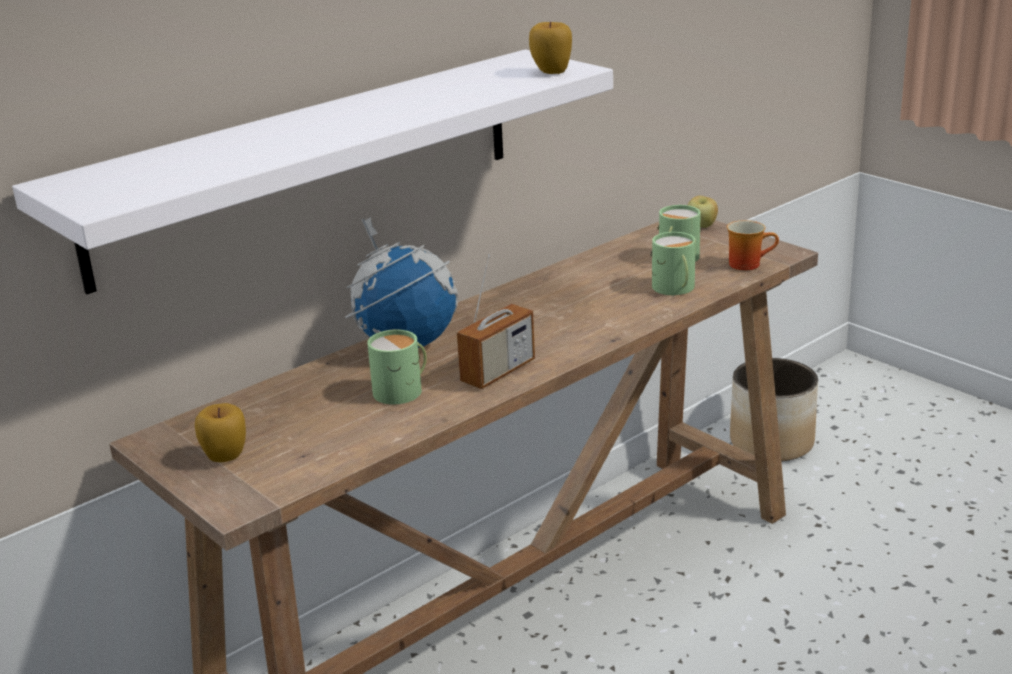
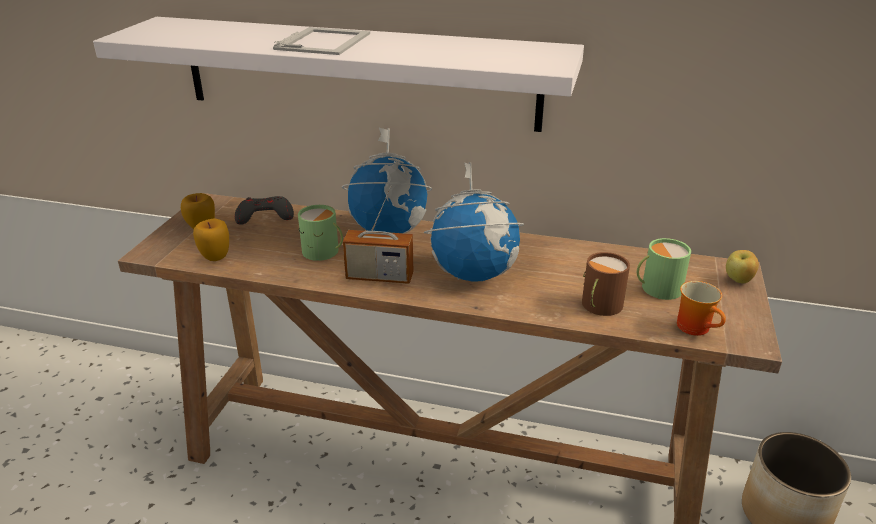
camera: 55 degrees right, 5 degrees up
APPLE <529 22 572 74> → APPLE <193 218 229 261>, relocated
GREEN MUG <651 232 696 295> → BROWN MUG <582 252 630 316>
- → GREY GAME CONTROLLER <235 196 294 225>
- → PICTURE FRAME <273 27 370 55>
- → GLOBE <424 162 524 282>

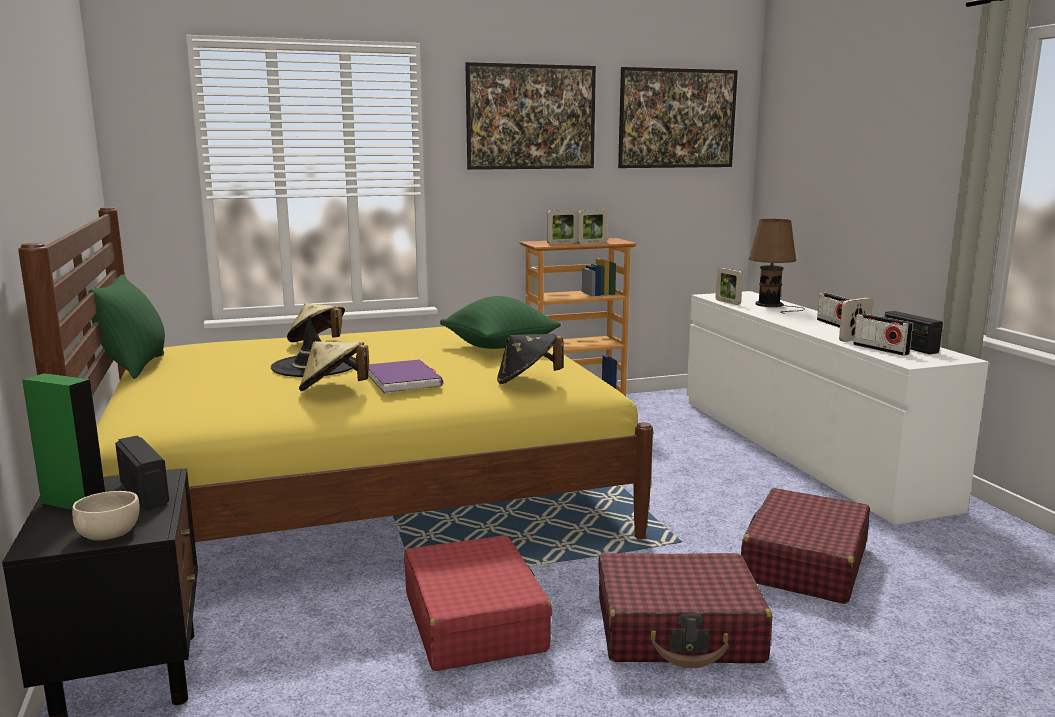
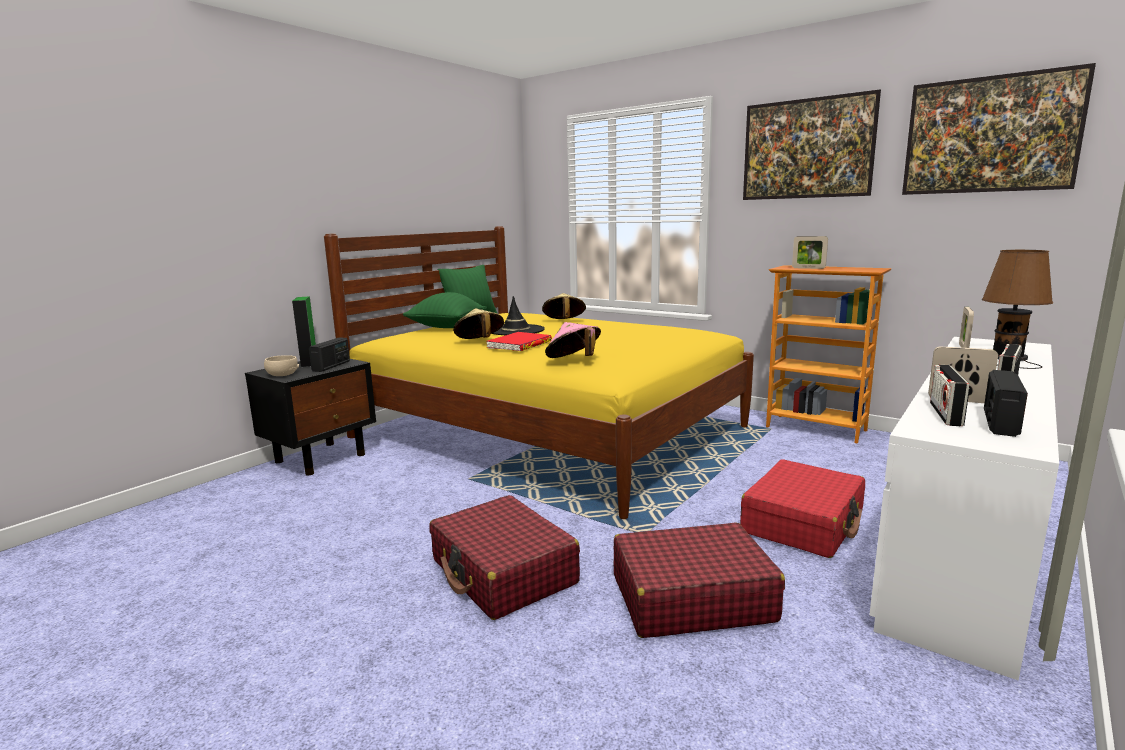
camera: 55 degrees right, 0 degrees up
PURPLE BOOK <368 359 443 394> → RED BOOK <486 332 552 351>
RED SUITCASE <404 535 552 671> → RED SUITCASE <740 459 865 558>, relocated
GREEN PILLOW <440 296 561 349> → GREEN PILLOW <403 292 487 328>, relocated
BLACK HAT <497 333 564 384> → PINK HAT <545 322 601 358>
PICTURE FRAME <577 209 608 244> → -

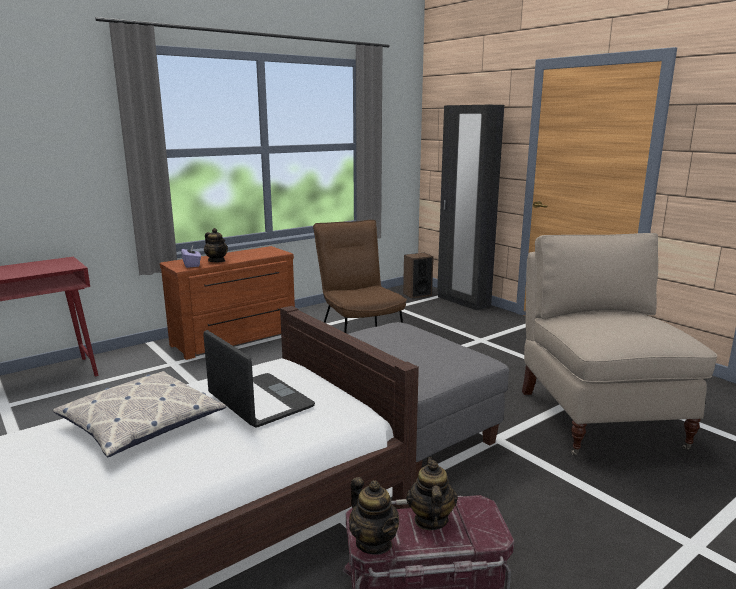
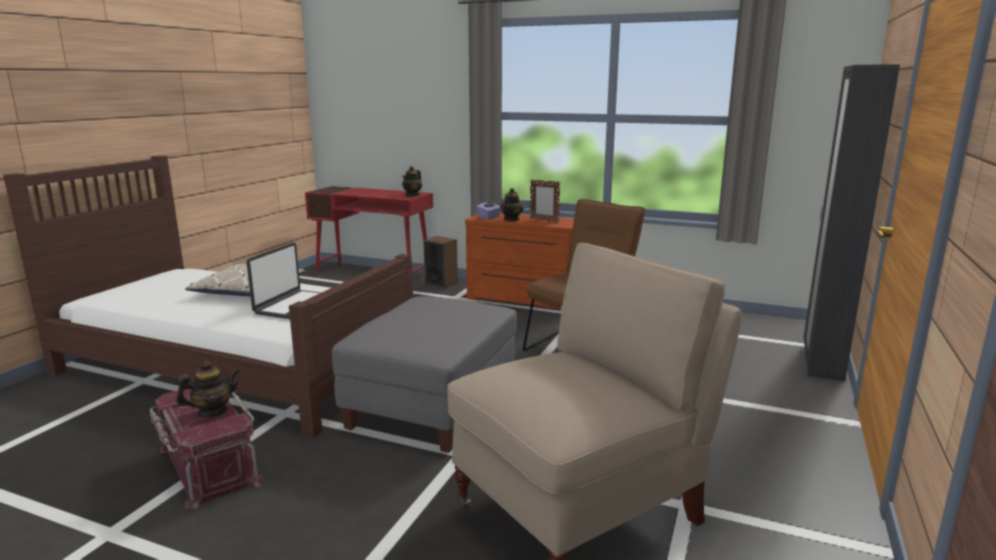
camera: 60 degrees right, 0 degrees up
TEAPOT <349 477 399 555> → TEAPOT <402 166 422 196>, relocated
SPEAKER <403 253 433 298> → SPEAKER <423 236 458 289>, relocated
- → PICTURE FRAME <530 180 560 222>

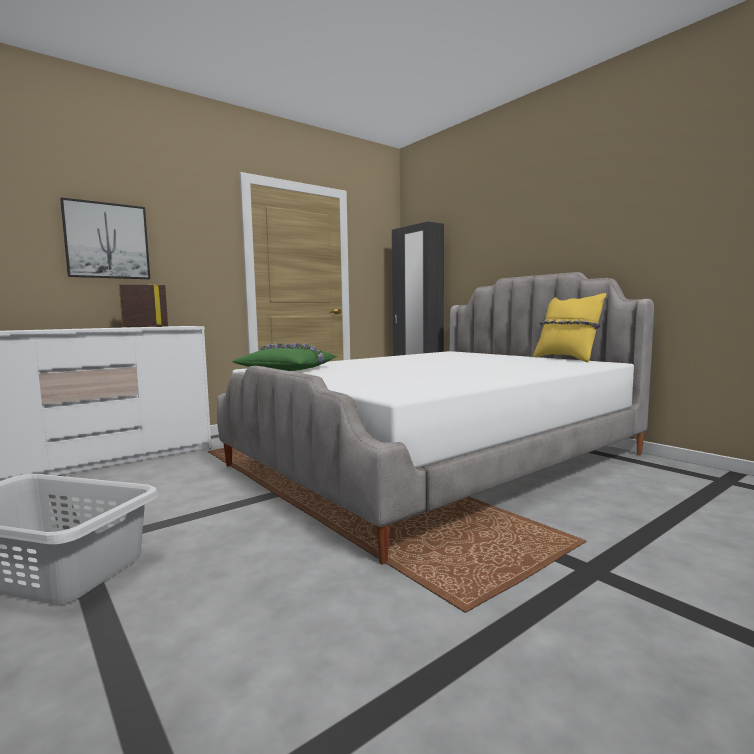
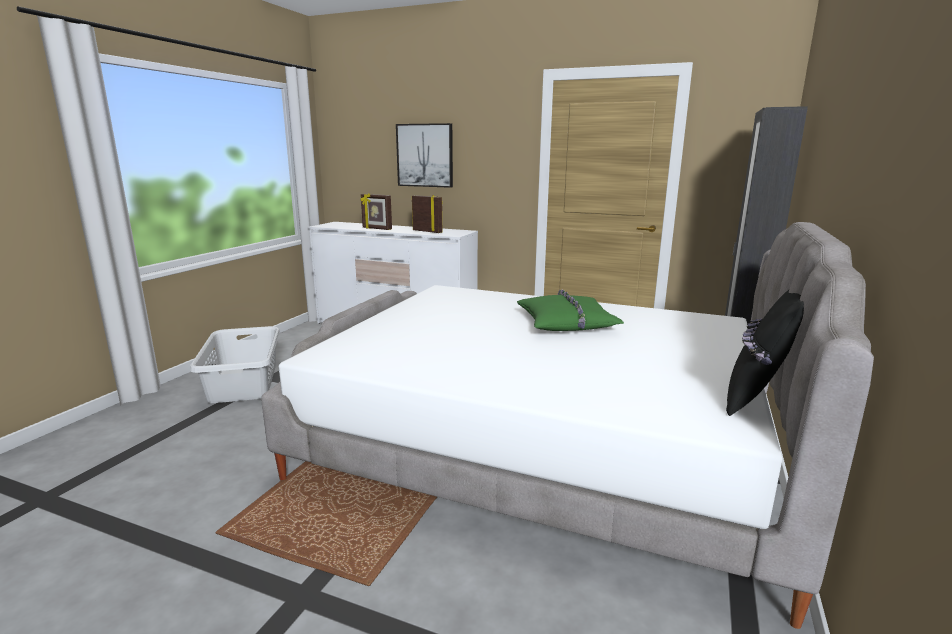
camera: 60 degrees right, 10 degrees up
GREEN PILLOW <232 343 337 371> → GREEN PILLOW <517 290 624 331>, relocated
YELLOW PILLOW <533 293 606 362> → BLACK PILLOW <726 290 804 416>
- → PICTURE FRAME <360 194 392 230>

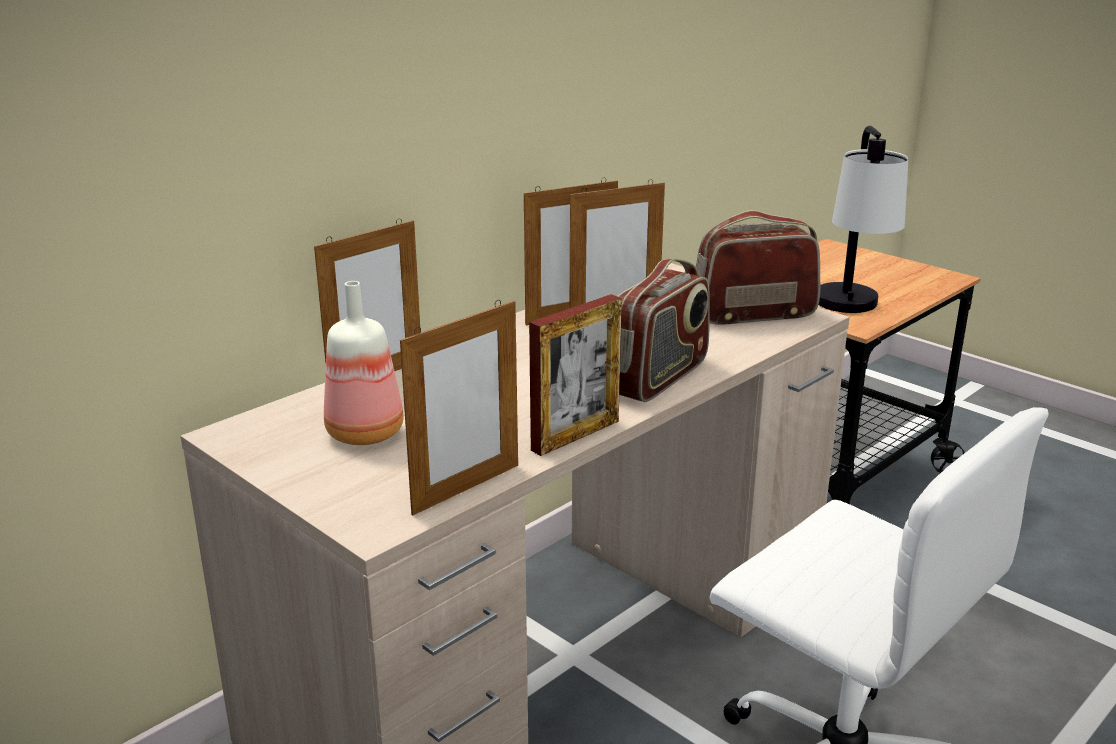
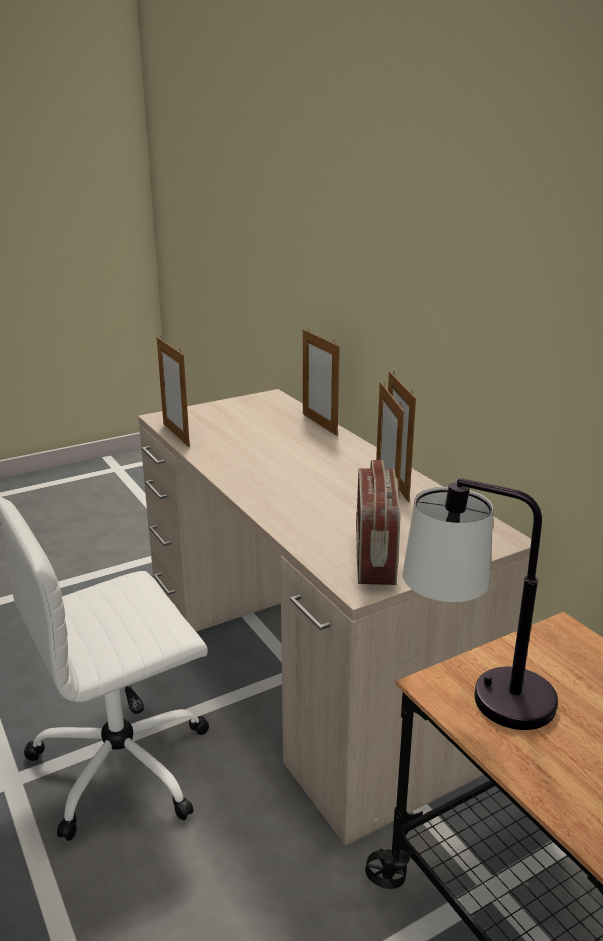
camera: 105 degrees right, 0 degrees up
BOTTLE <324 281 404 445> → -
PICTURE FRAME <529 294 622 456> → -
RADIO <617 259 710 402> → -

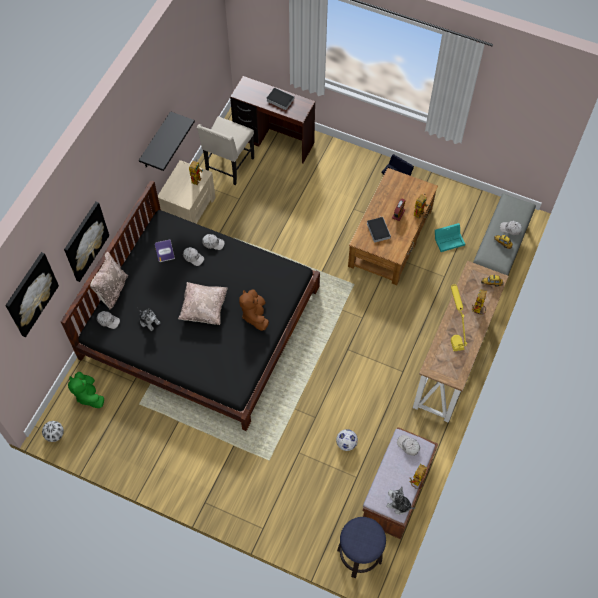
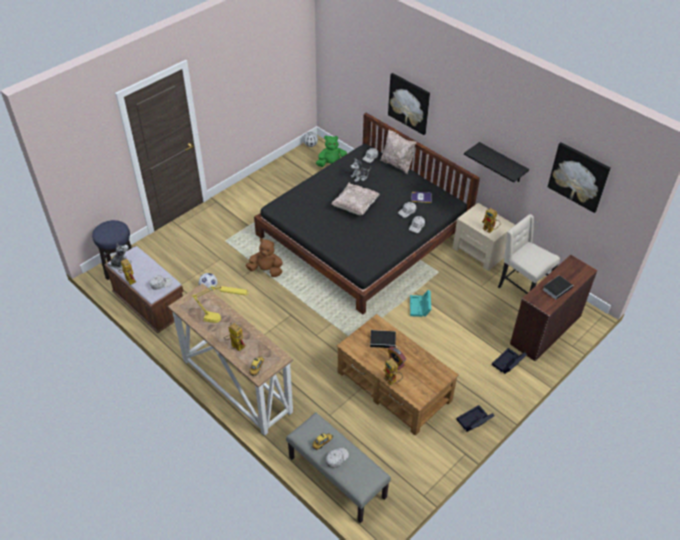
camera: 110 degrees right, 15 degrees down
PICTURE <5 252 59 337> → PICTURE <548 142 611 213>, relocated
BROWN PLUSH TOY <239 289 269 331> → BROWN PLUSH TOY <246 238 283 277>, relocated
TURQUOISE STORAGE BOX <435 223 465 252> → TURQUOISE STORAGE BOX <410 290 431 317>, relocated
- → BLACK STORAGE BOX <492 348 527 374>

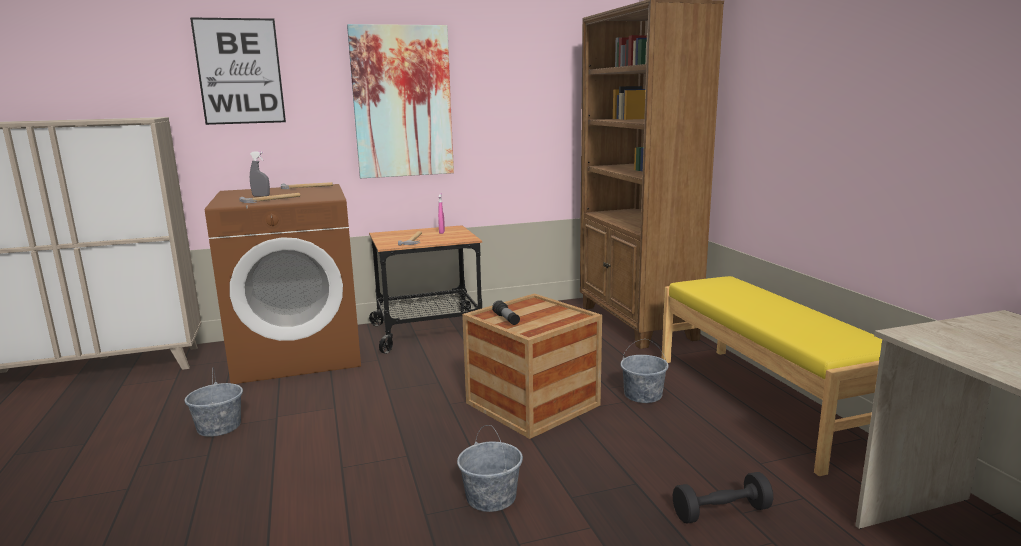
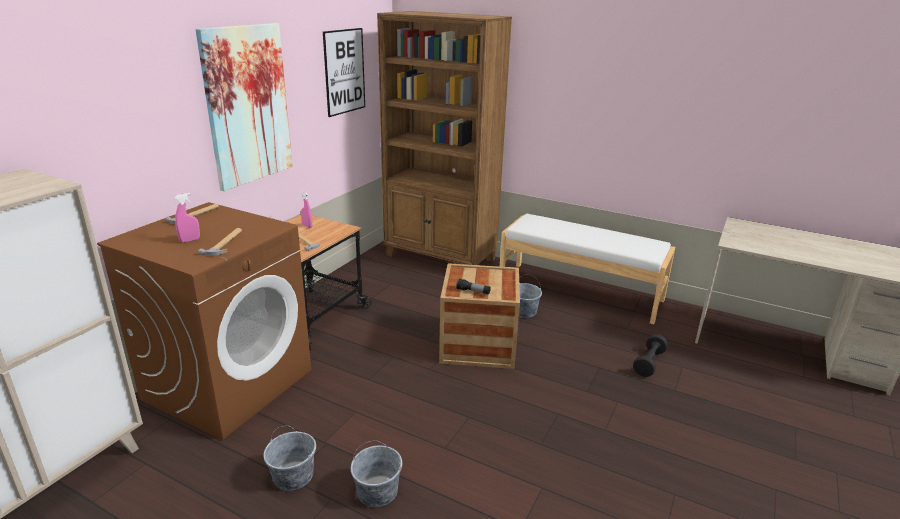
camera: 45 degrees left, 10 degrees up
PICTURE <190 17 286 125> → PICTURE <323 28 365 117>, relocated
GREY SPRAY BOTTLE <250 151 270 197> → PINK SPRAY BOTTLE <175 193 200 243>
GREY BUCKET <457 425 523 512> → GREY BUCKET <351 440 402 507>, relocated
YELLOW BENCH <662 276 882 476> → WHITE BENCH <500 214 675 324>

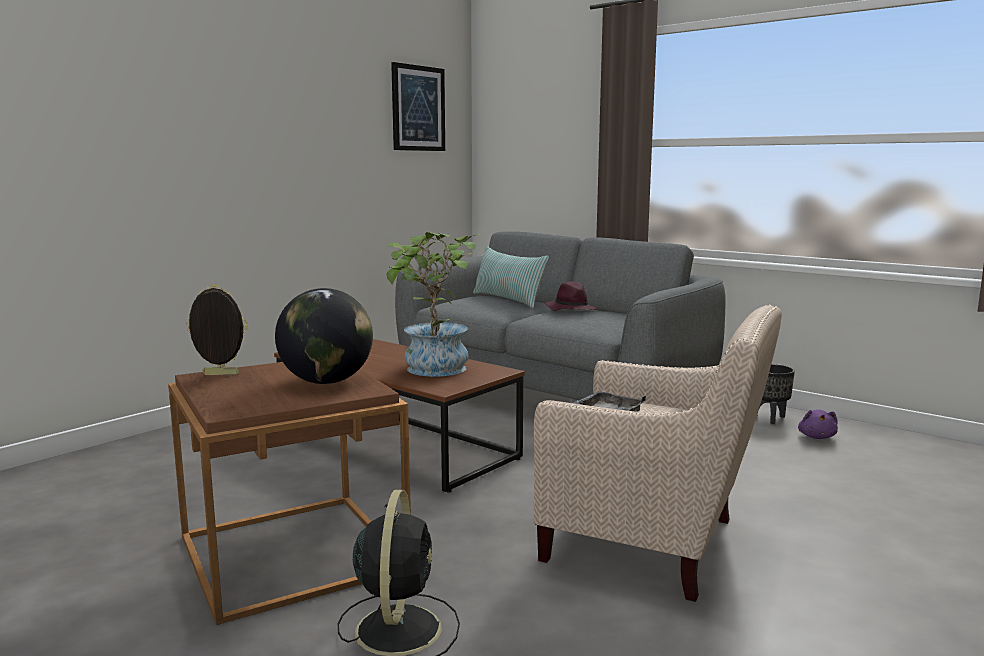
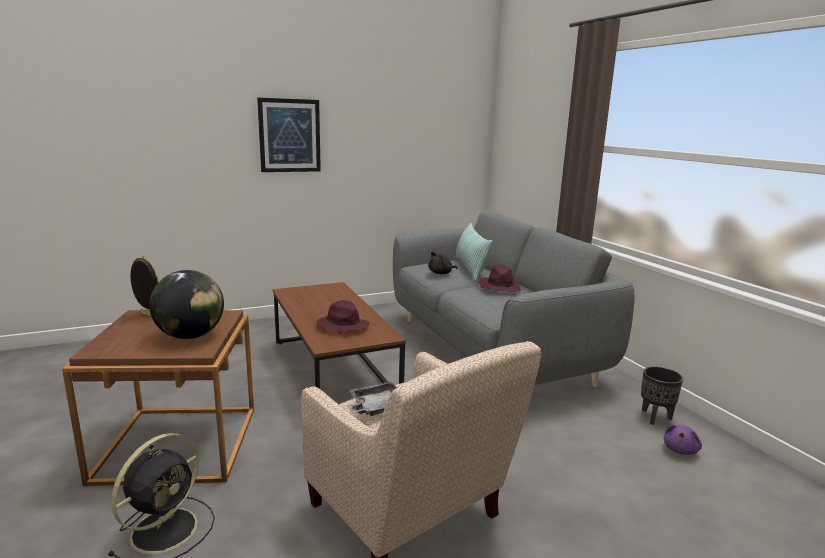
camera: 25 degrees right, 5 degrees up
POTTED PLANT <386 232 480 377> → PURPLE HAT <317 300 370 333>
PICTURE <391 62 445 151> → PICTURE <257 98 321 172>, relocated
- → BLACK PLUSH TOY <428 252 458 274>

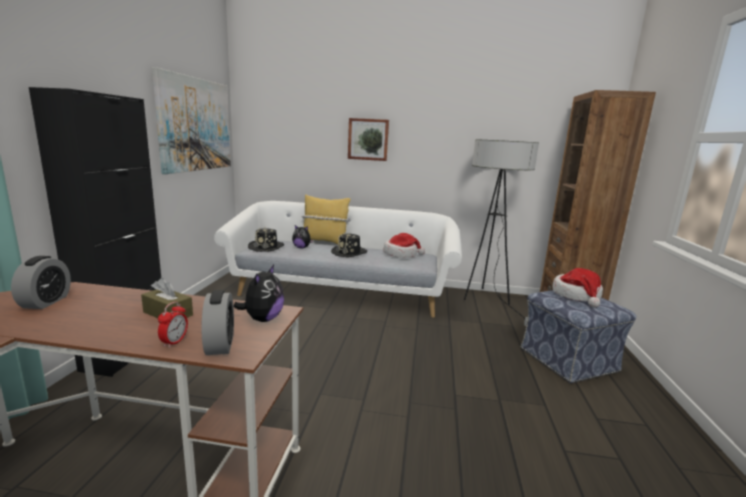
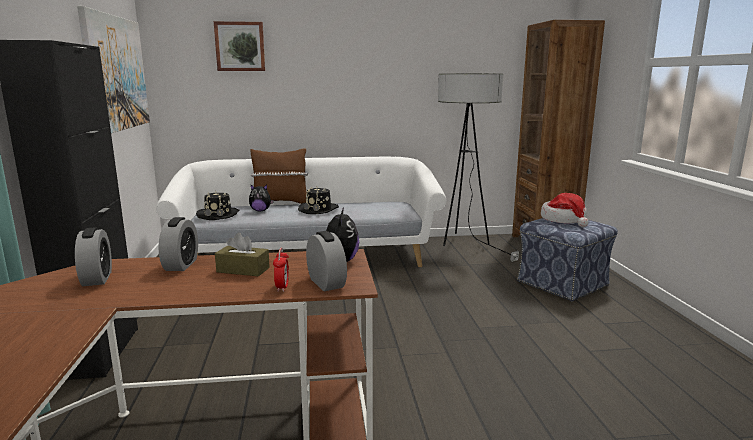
camera: 15 degrees left, 0 degrees up
YELLOW PILLOW <302 195 350 244> → BROWN PILLOW <250 149 308 204>
PICTURE <348 118 389 161> → PICTURE <214 21 265 71>, relocated
HAT <384 233 425 258> → -
- → ALARM CLOCK <158 217 198 271>

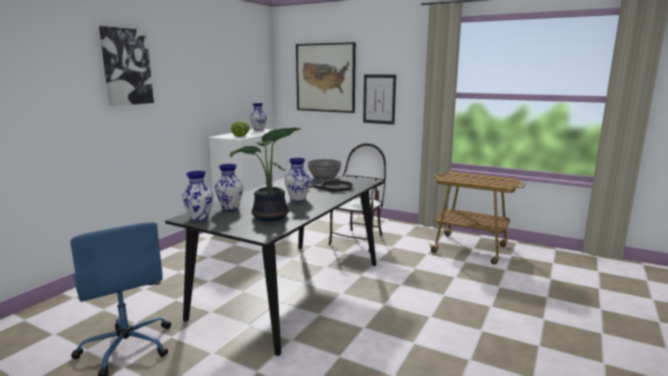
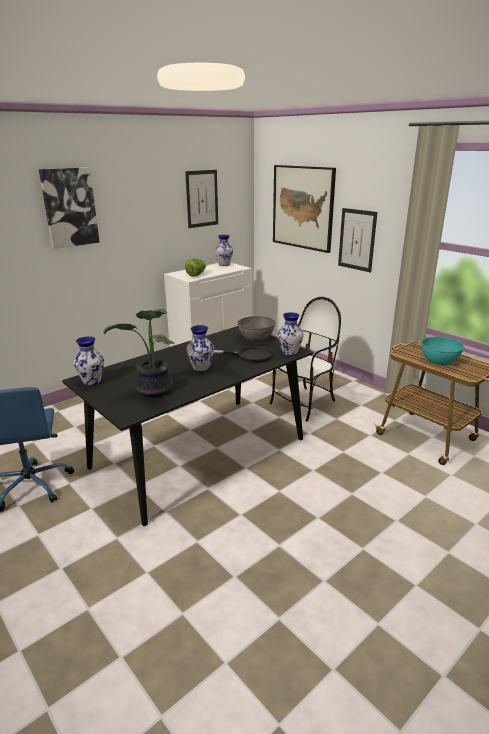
camera: 20 degrees right, 10 degrees up
VASE <215 164 243 210> → VASE <278 312 304 356>, relocated
- → PICTURE <185 170 218 228>
- → TURQUOISE BOWL <421 337 465 365>

